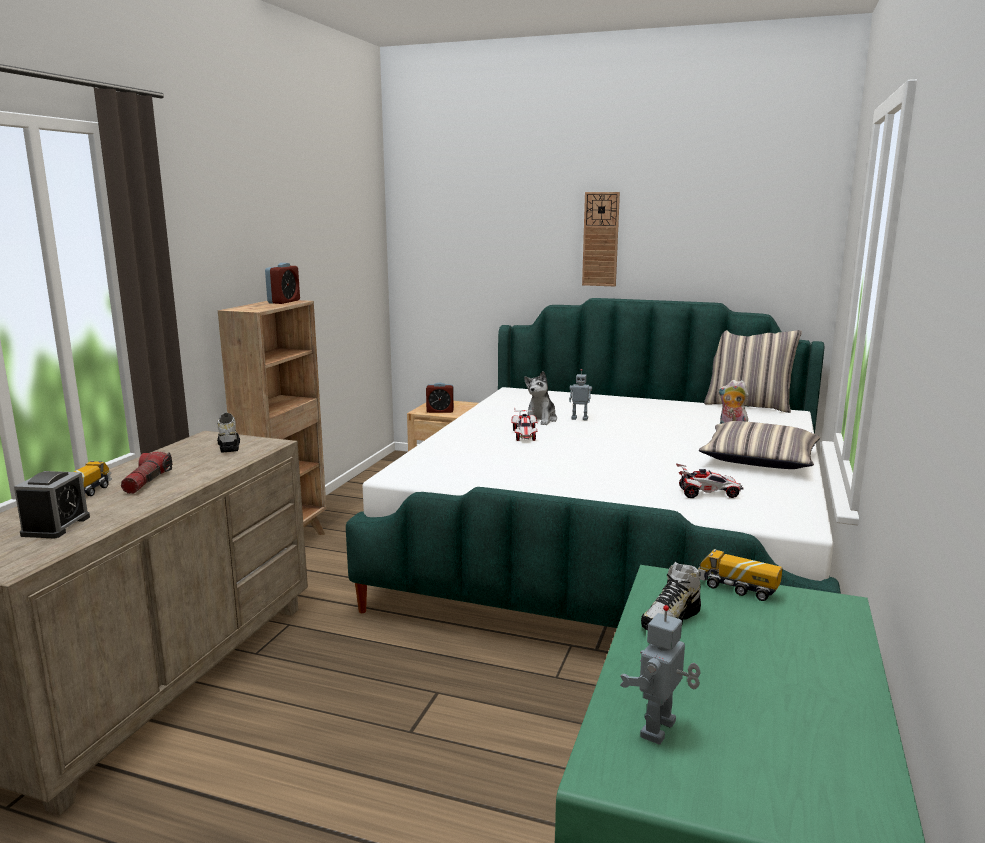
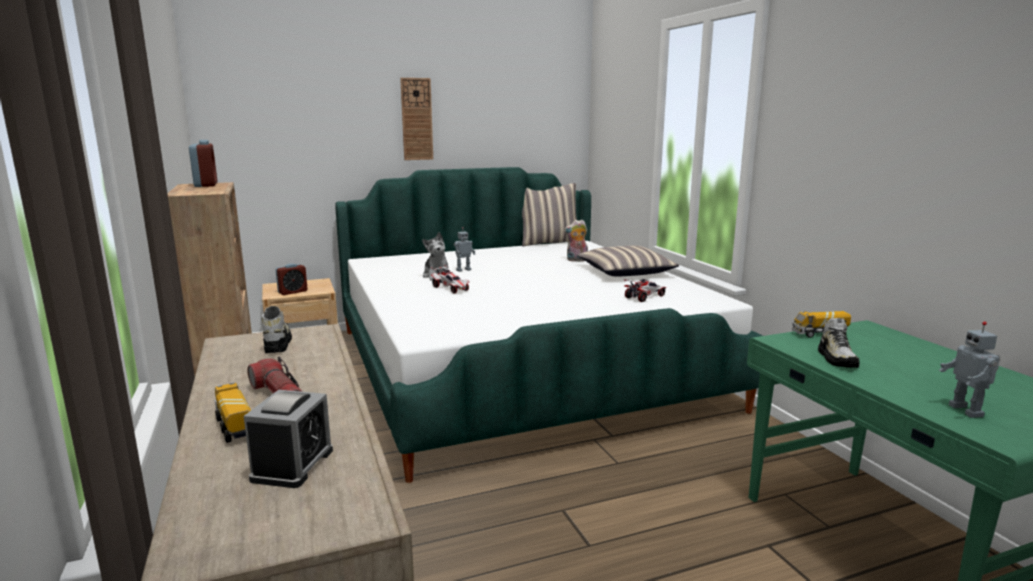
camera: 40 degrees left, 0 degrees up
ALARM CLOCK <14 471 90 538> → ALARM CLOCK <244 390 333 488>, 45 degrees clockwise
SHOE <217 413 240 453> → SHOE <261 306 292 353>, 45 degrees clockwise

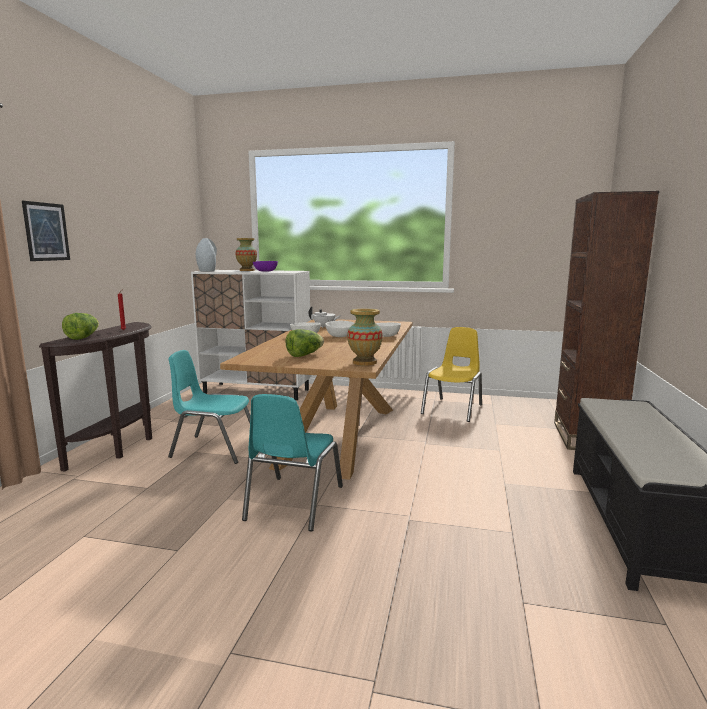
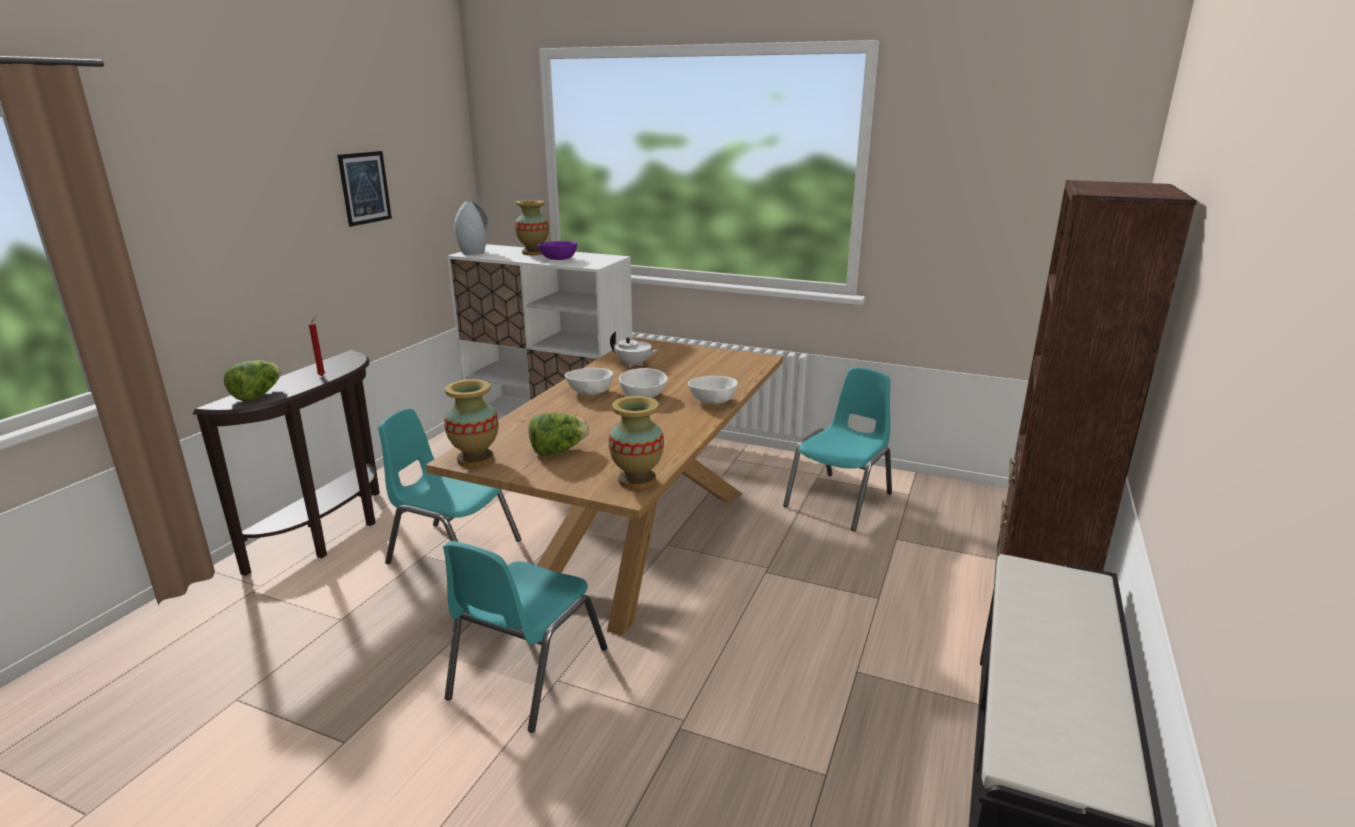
camera: 10 degrees right, 10 degrees up
PICTURE <22 201 70 261> → PICTURE <338 151 392 227>, relocated
YELLOW CHAIR <421 327 482 422> → TURQUOISE CHAIR <783 367 892 531>
- → VASE <444 379 499 467>

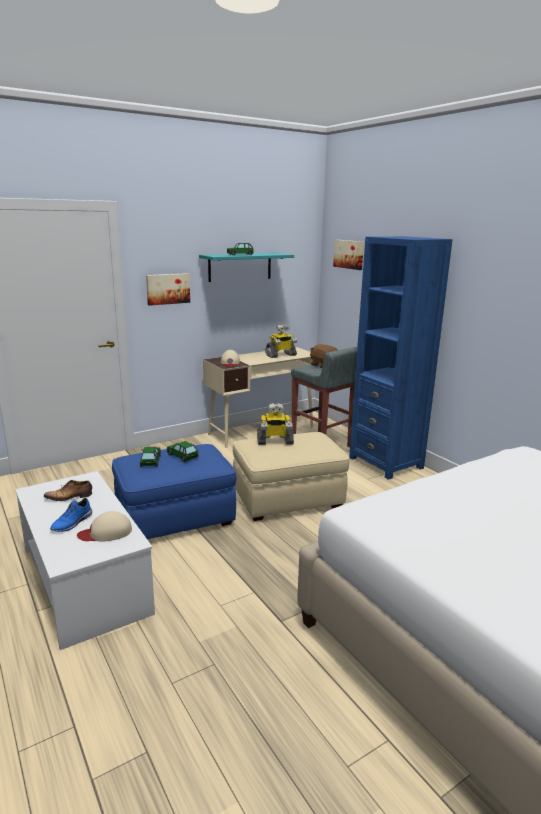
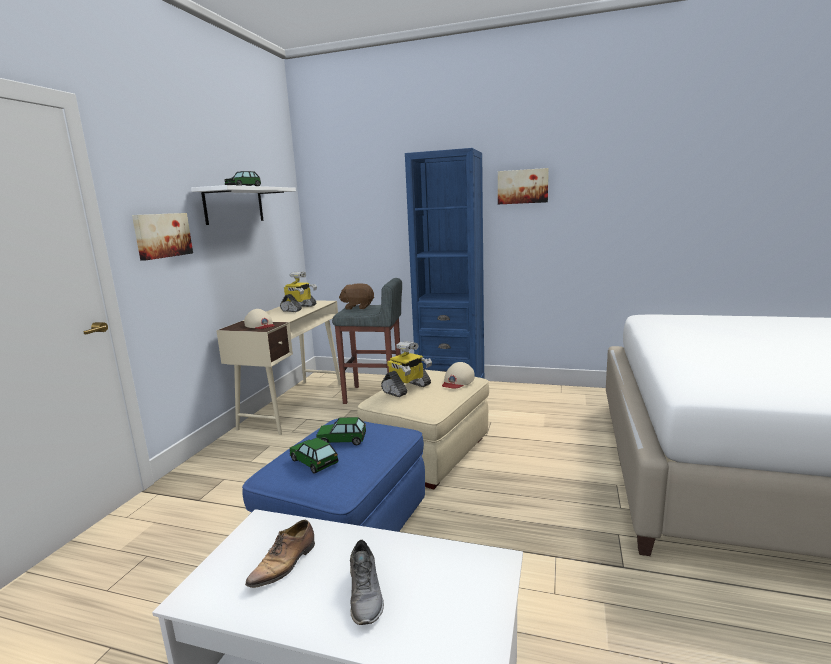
camera: 40 degrees left, 5 degrees down
BLUE SHOE <50 498 92 532> → GREY SHOE <350 540 384 625>
BEIGE CAP <77 511 132 542> → BEIGE CAP <442 362 475 388>, relocated
TURQUOISE SHELF <199 253 294 282> → WHITE SHELF <191 185 296 225>
PICTURE <333 240 364 270> → PICTURE <498 168 549 204>, relocated

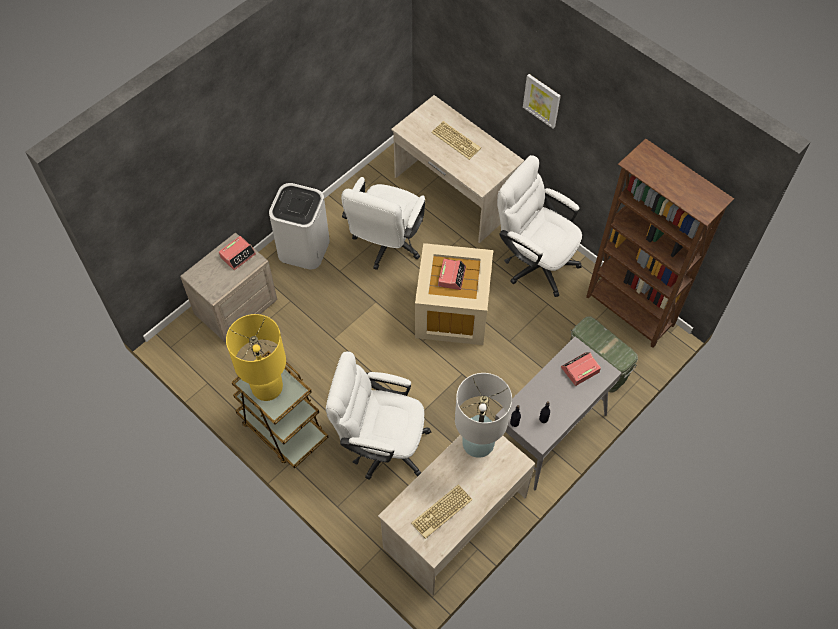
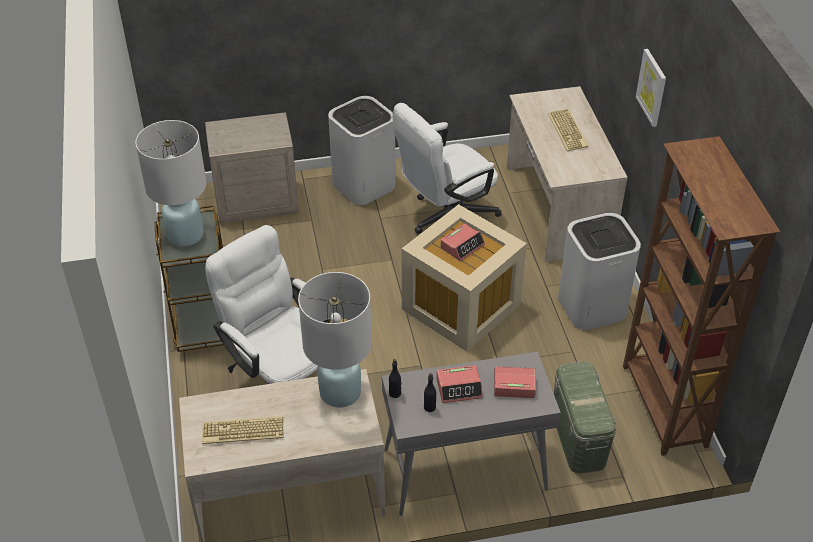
camera: 35 degrees right, 15 degrees down
ALARM CLOCK <219 236 256 270> → ALARM CLOCK <436 365 483 403>, relocated
YELLOW TABLE LAMP <226 314 286 401> → WHITE TABLE LAMP <135 120 206 247>
WHITE OFFICE CHAIR <497 155 582 297> → WHITE TRASH CAN <558 213 641 330>

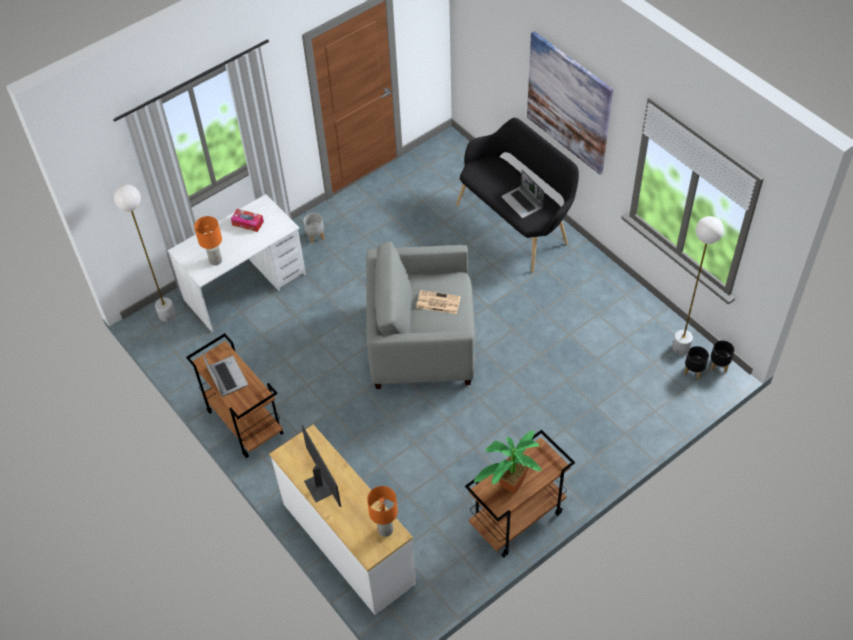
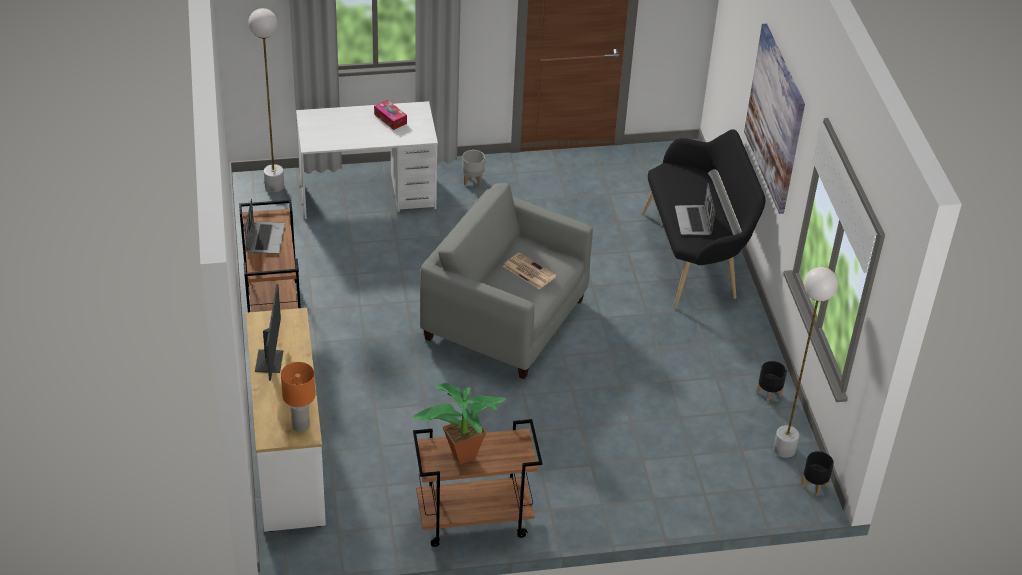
camera: 25 degrees right, 10 degrees down
ORANGE TABLE LAMP <194 216 222 266> → -
BLACK PLANTER <684 346 709 379> → BLACK PLANTER <756 361 787 403>, relocated

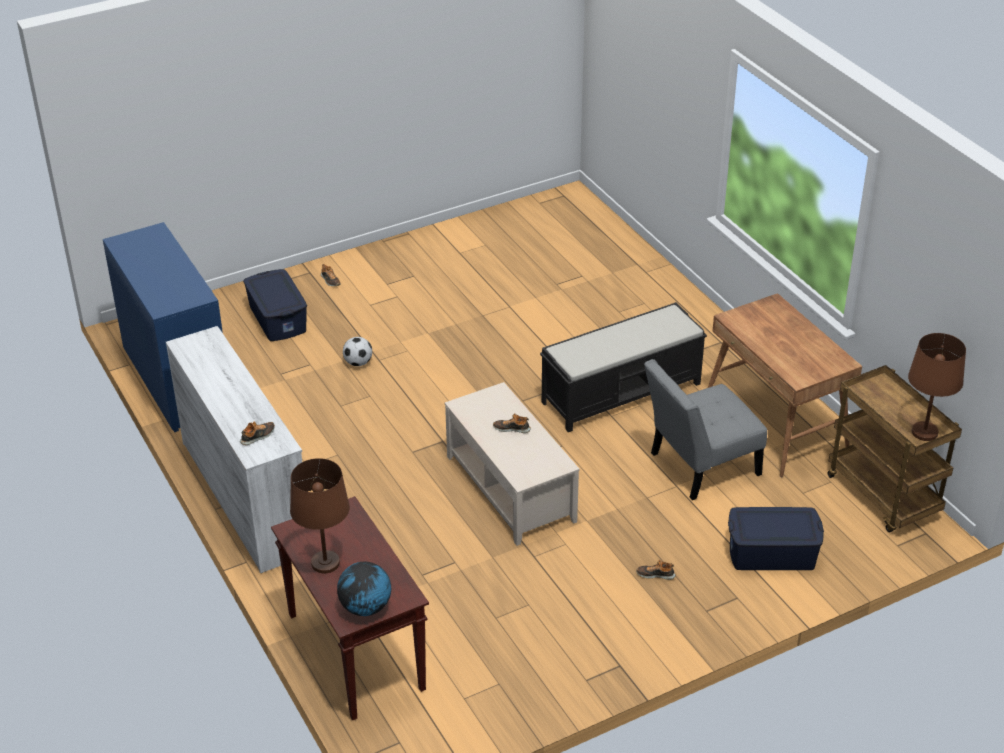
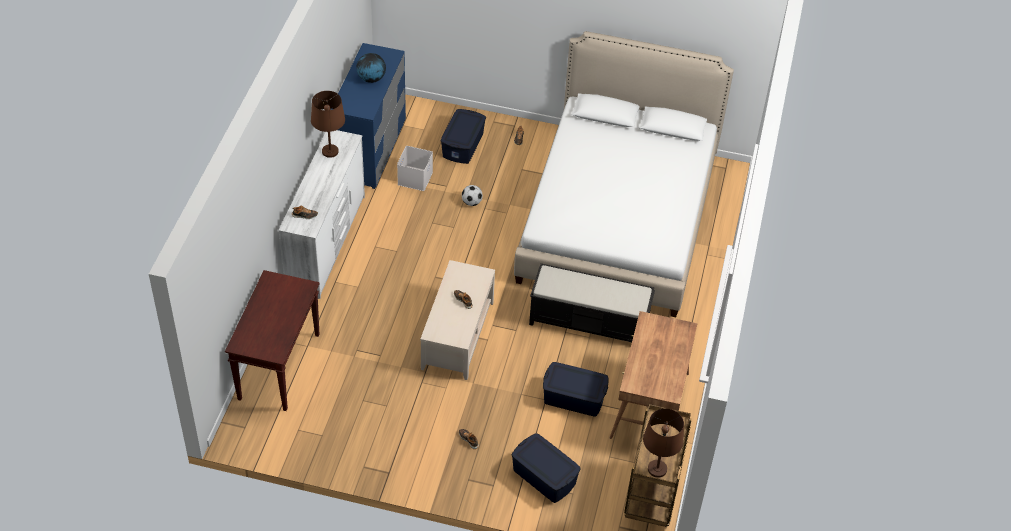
camera: 40 degrees right, 10 degrees up
BROWN TABLE LAMP <290 458 350 574> → BROWN TABLE LAMP <311 91 345 158>, relocated
GLOBE <337 561 391 616> → GLOBE <356 53 386 83>, relocated
GREY CHAIR <644 359 767 500> → BLUE STORAGE BOX <543 362 608 417>
- → WHITE STORAGE BOX <397 146 433 191>
- → BED <514 31 734 317>

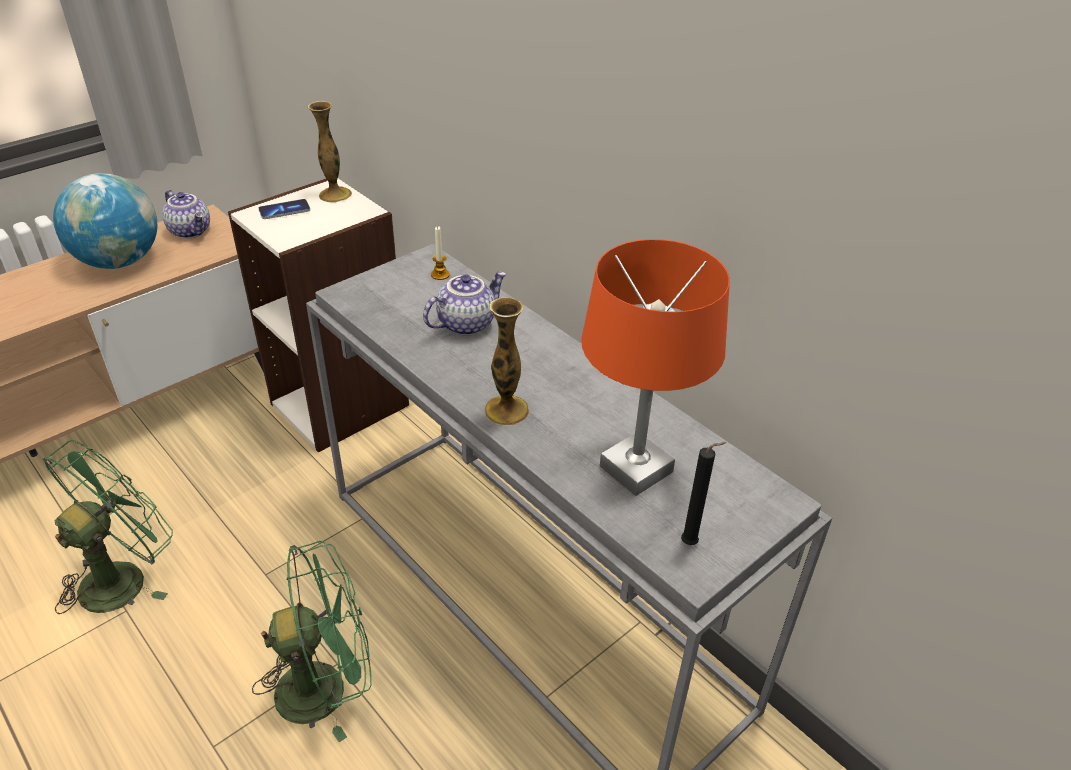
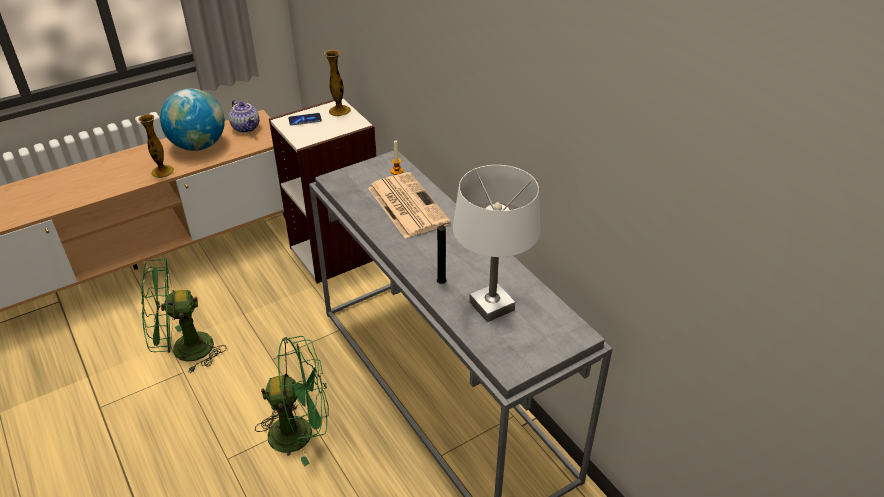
camera: 10 degrees right, 0 degrees up
GREEN FAN <42 440 173 614> → GREEN FAN <141 259 226 373>, 150 degrees counterclockwise
TEAPOT <423 272 506 336> → NEWSPAPER <368 172 451 238>
VASE <485 297 529 426> → VASE <138 114 174 178>, relocated
ORANGE TABLE LAMP <581 239 730 496> → WHITE TABLE LAMP <453 165 540 322>
BLACK CANDLE <681 442 727 545> → BLACK CANDLE <437 222 450 284>, relocated

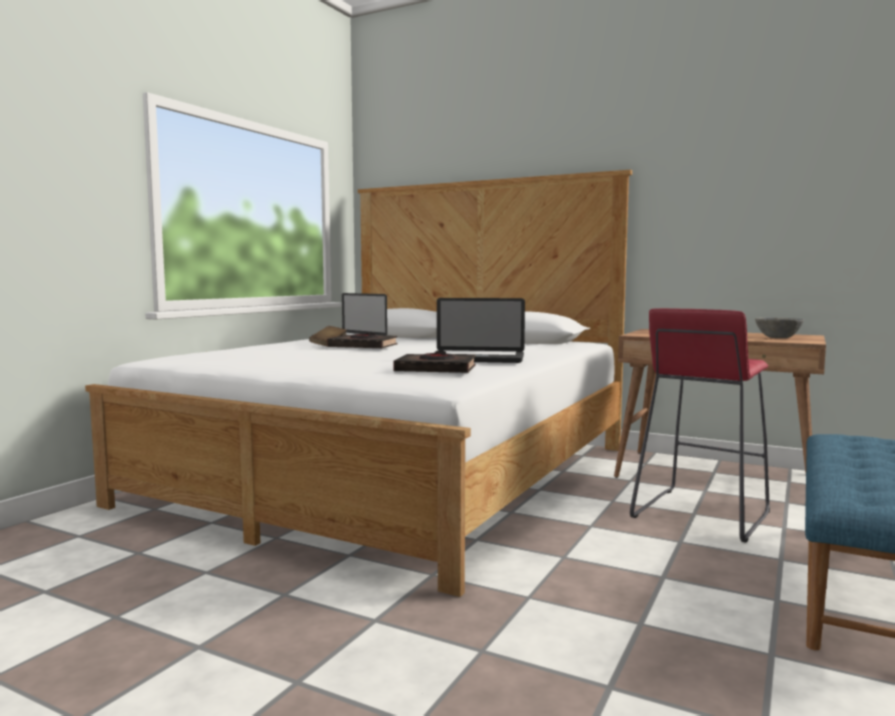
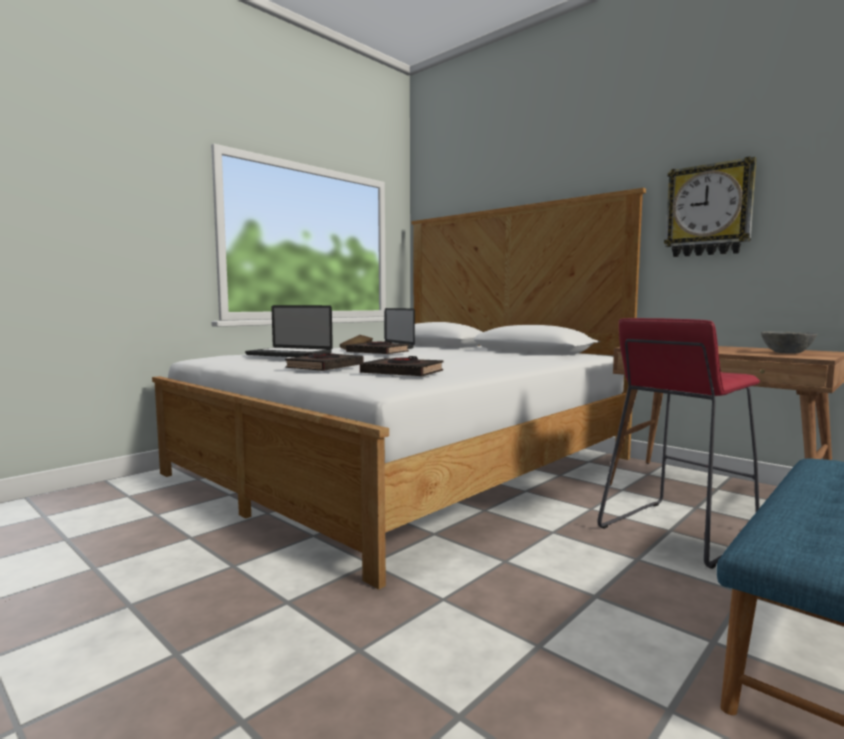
camera: 15 degrees right, 0 degrees up
LAPTOP <434 298 525 363> → LAPTOP <245 305 333 357>, relocated
- → BLACK BOOK <285 353 363 371>
- → WALL CLOCK <664 157 757 257>

